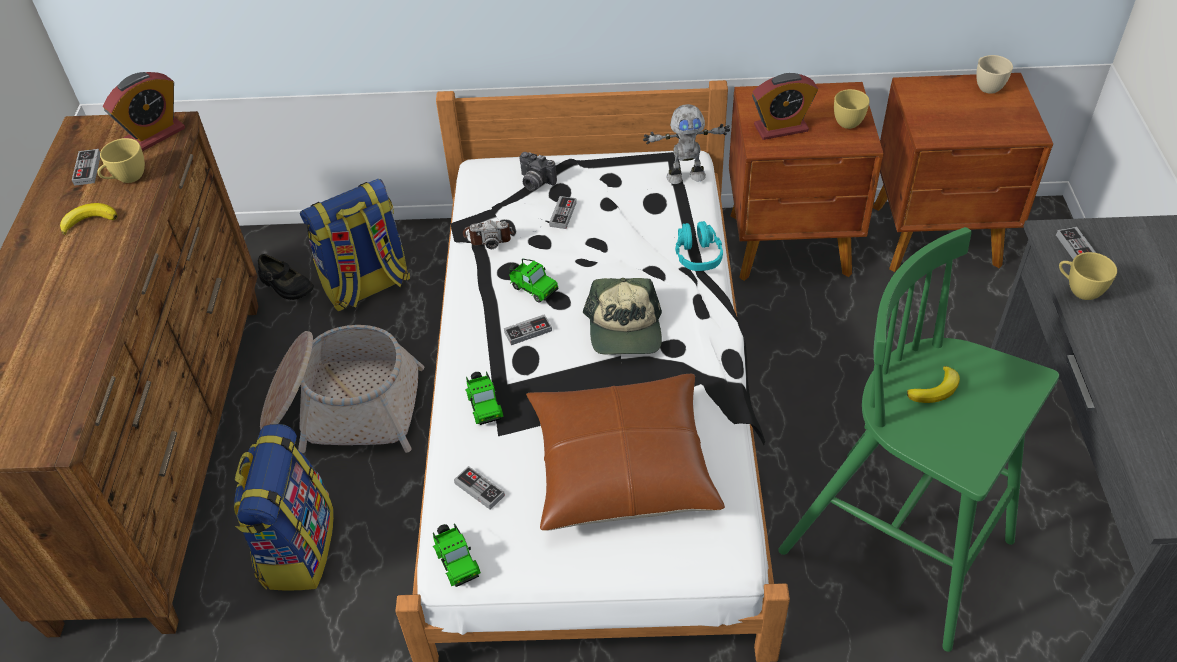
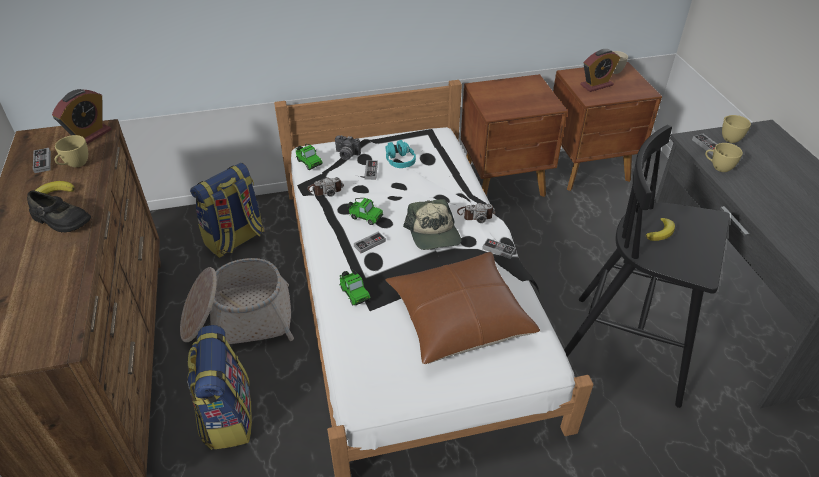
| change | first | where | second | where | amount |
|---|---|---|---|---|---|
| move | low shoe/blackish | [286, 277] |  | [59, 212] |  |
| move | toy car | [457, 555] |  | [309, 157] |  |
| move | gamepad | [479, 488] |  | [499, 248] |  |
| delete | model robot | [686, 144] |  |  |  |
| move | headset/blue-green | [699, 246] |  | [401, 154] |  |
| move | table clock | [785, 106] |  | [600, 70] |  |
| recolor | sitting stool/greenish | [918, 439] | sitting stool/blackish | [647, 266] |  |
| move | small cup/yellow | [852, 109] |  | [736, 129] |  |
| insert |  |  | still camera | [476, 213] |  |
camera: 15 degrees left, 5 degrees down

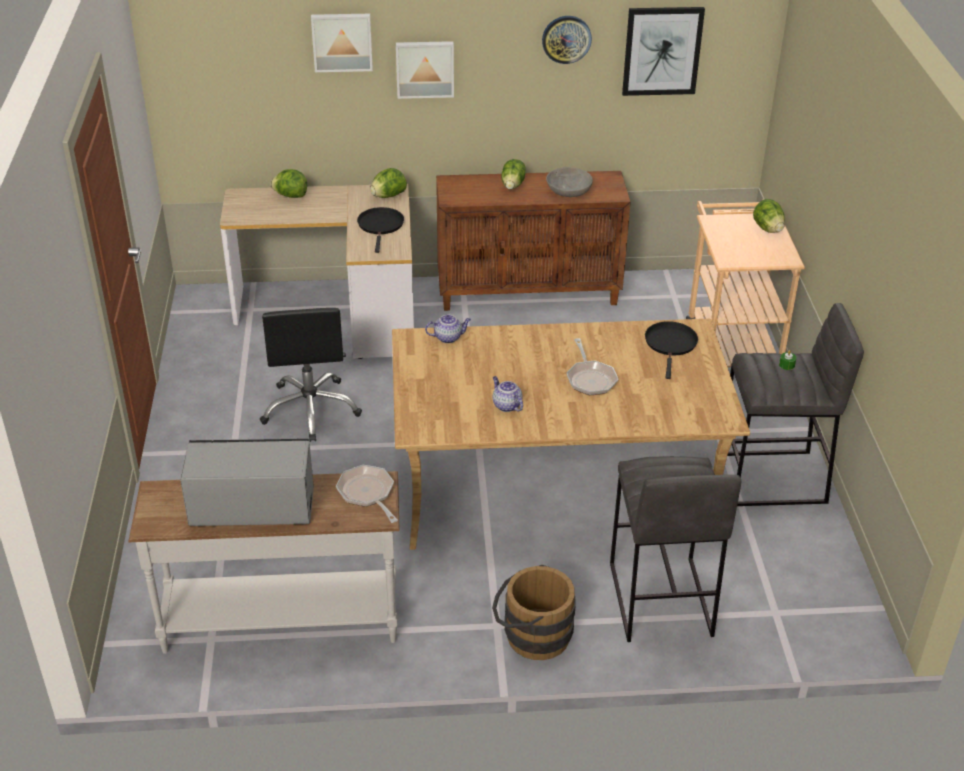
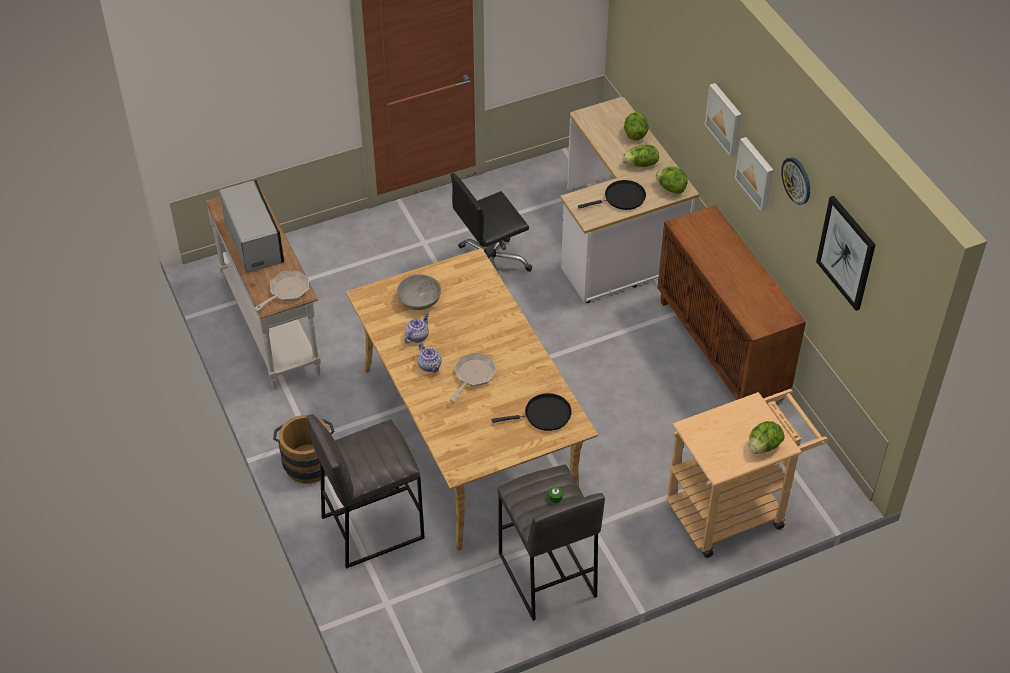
| change | first | where | second | where | amount |
|---|---|---|---|---|---|
| move | picture | [342, 43] |  | [754, 174] |  |
| move | pot for tea | [448, 329] |  | [430, 358] |  |
| move | lettuce | [513, 174] |  | [640, 156] |  |
| move | serving bowl/grey | [569, 182] |  | [419, 292] |  |
| rotate | pan | [592, 366] |  | [473, 377] | 150 degrees clockwise |
camera: 70 degrees right, 10 degrees up

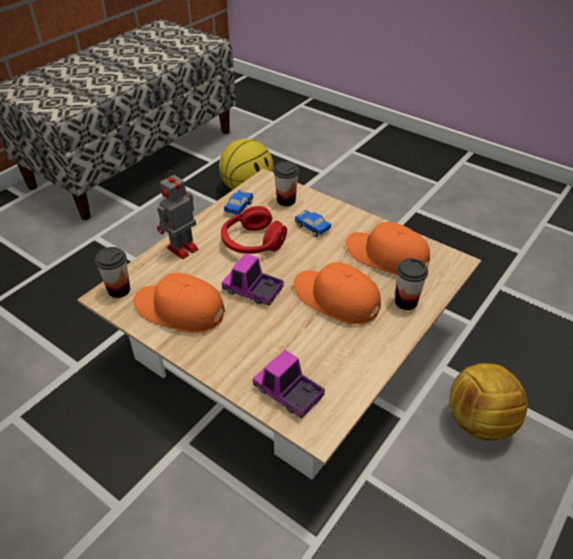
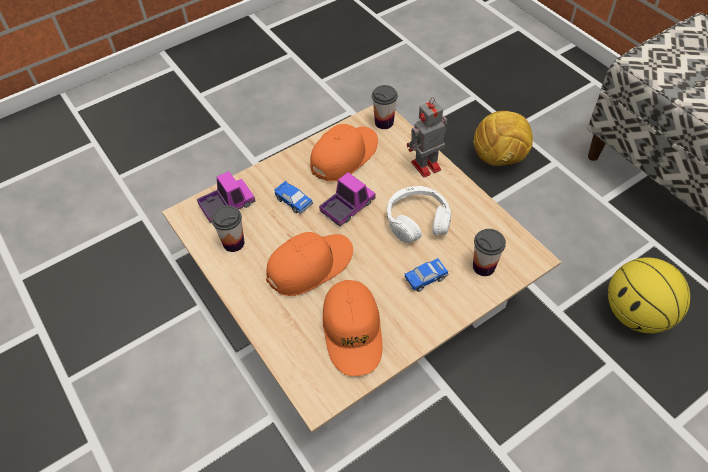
| change | first | where | second | where | amount |
|---|---|---|---|---|---|
| rotate | model robot | [178, 214] |  | [427, 137] | 90 degrees counterclockwise |
| recolor | headset/red | [254, 230] | headset/whitish | [419, 214] |  |
| move | toy car | [238, 202] |  | [293, 197] |  |
| rotate | peaked cap/orange | [388, 249] |  | [353, 328] | 120 degrees clockwise |
| move | small cup | [411, 284] |  | [227, 228] |  |
| move | football | [489, 402] |  | [503, 138] |  |
camera: 110 degrees right, 10 degrees up

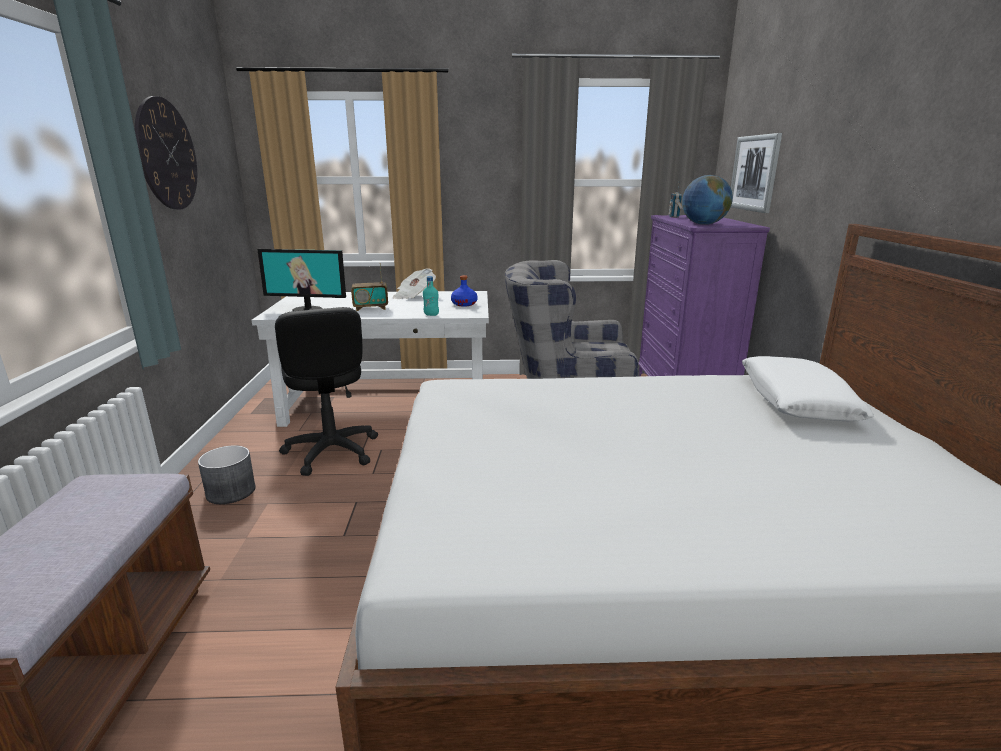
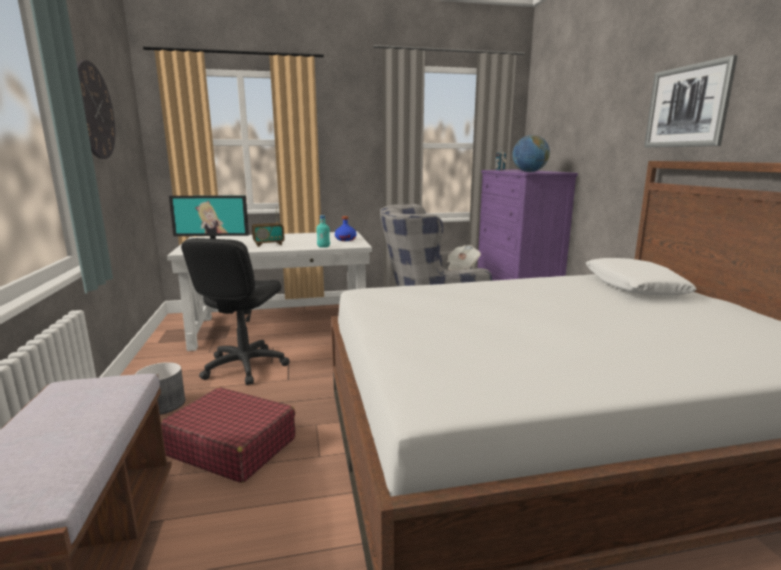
| change | first | where | second | where | amount |
|---|---|---|---|---|---|
| rotate | computer chair/blackish | [326, 391] |  | [235, 311] | 45 degrees clockwise |
| move | daily paper | [414, 283] |  | [464, 258] |  |
| move | picture | [756, 173] |  | [691, 101] |  |
| insert |  |  | travel case/red | [228, 435] |  |
camera: 10 degrees left, 5 degrees down

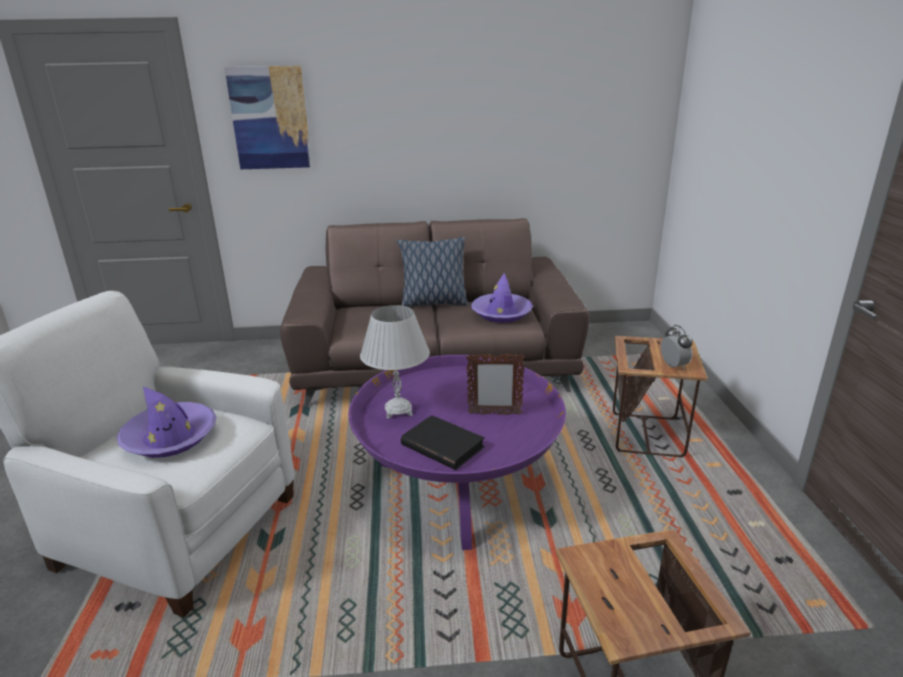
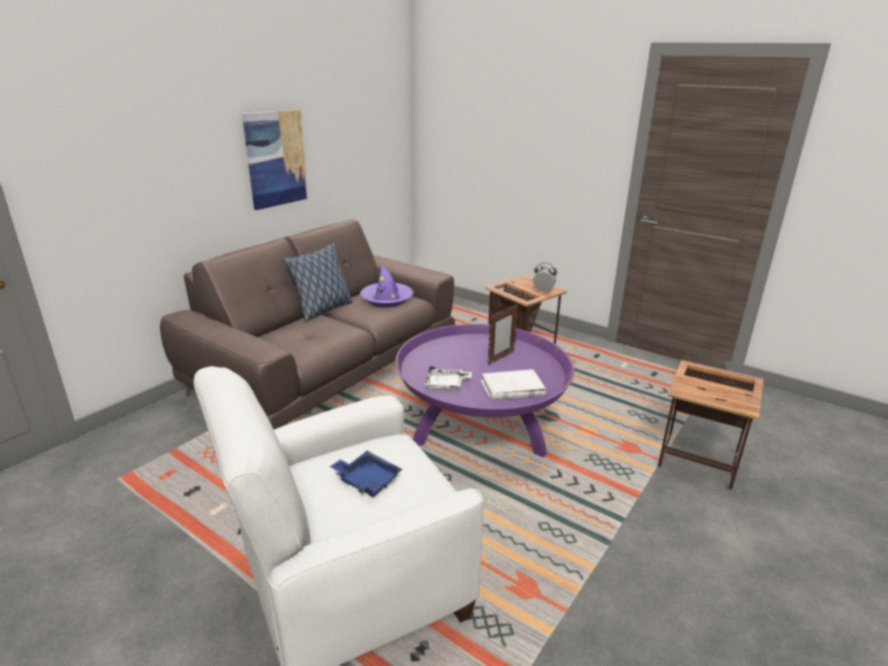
| change | first | where | second | where | amount |
|---|---|---|---|---|---|
| replace | hat/purple-coloured | [166, 422] | carrying tray/blue | [366, 474] |  |
| move | picture | [268, 117] |  | [275, 159] |  |
| replace | table lamp/whitish | [395, 361] | carrying tray/whitish | [448, 378] |  |
| recolor | book/blackish | [443, 442] | book/whitish | [513, 384] |  |
camera: 50 degrees left, 0 degrees up

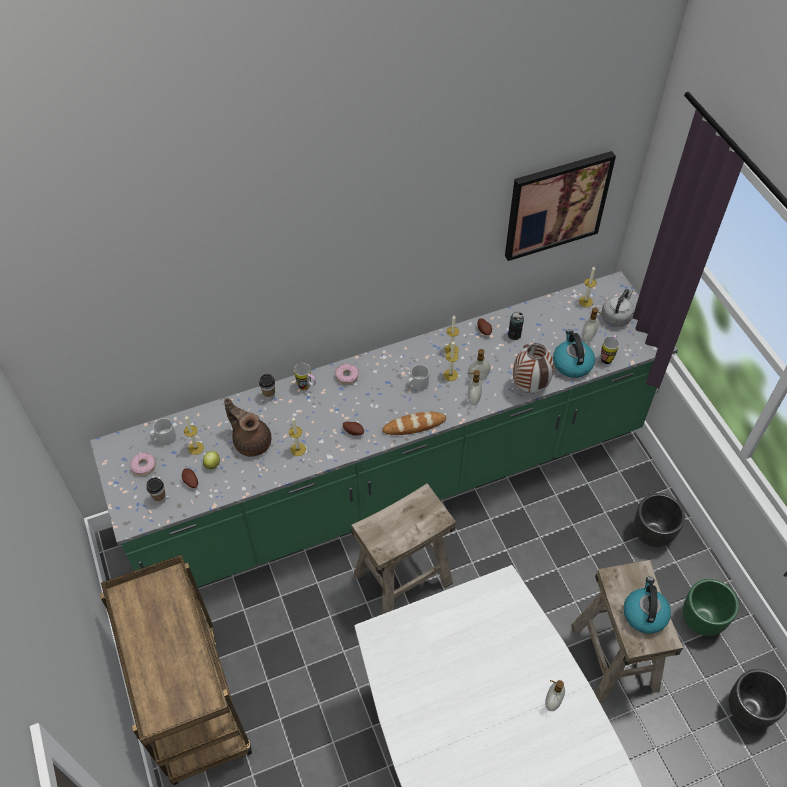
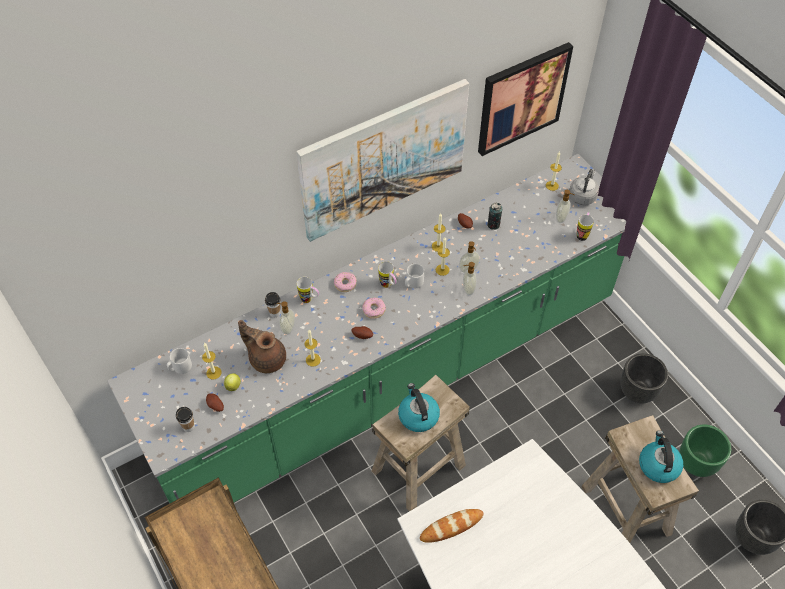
| change | first | where | second | where | amount |
|---|---|---|---|---|---|
| move | doughnut | [143, 464] |  | [374, 308] |  |
| move | bakery bread | [414, 423] |  | [452, 526] |  |
| delete | vase | [533, 368] |  |  |  |
| move | soap dispenser | [555, 695] |  | [285, 317] |  |
| move | tea kettle | [574, 353] |  | [419, 407] |  |
| insert |  |  | picture | [382, 160] |  |
| insert |  |  | coffee mug | [387, 274] |  |
camera: 10 degrees left, 0 degrees up

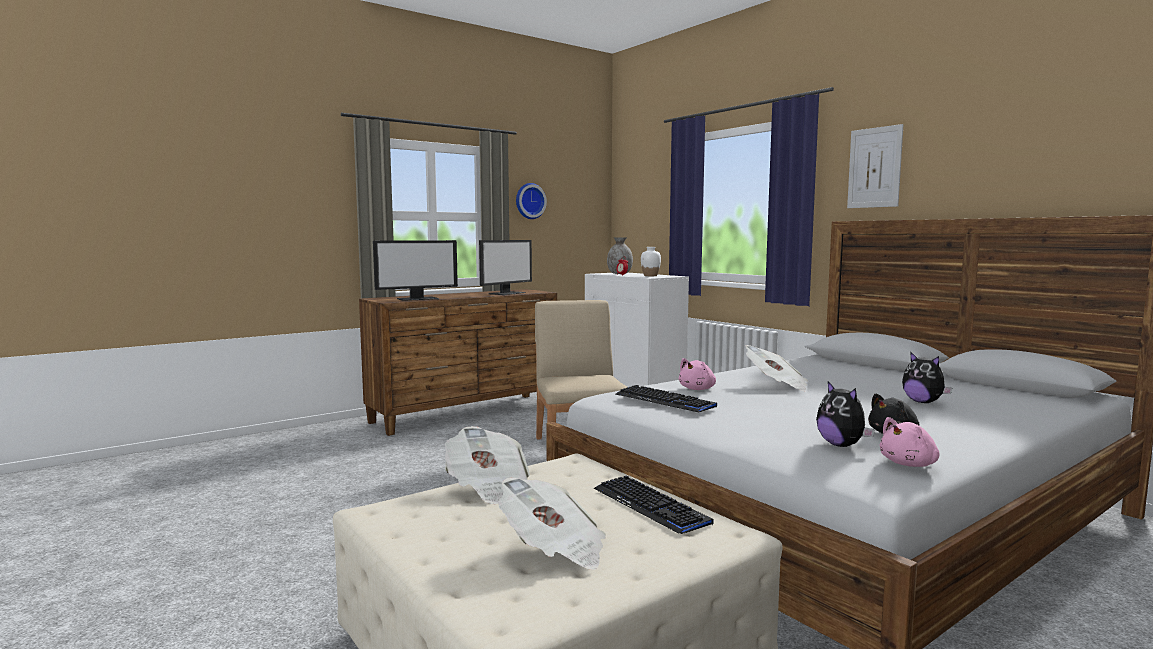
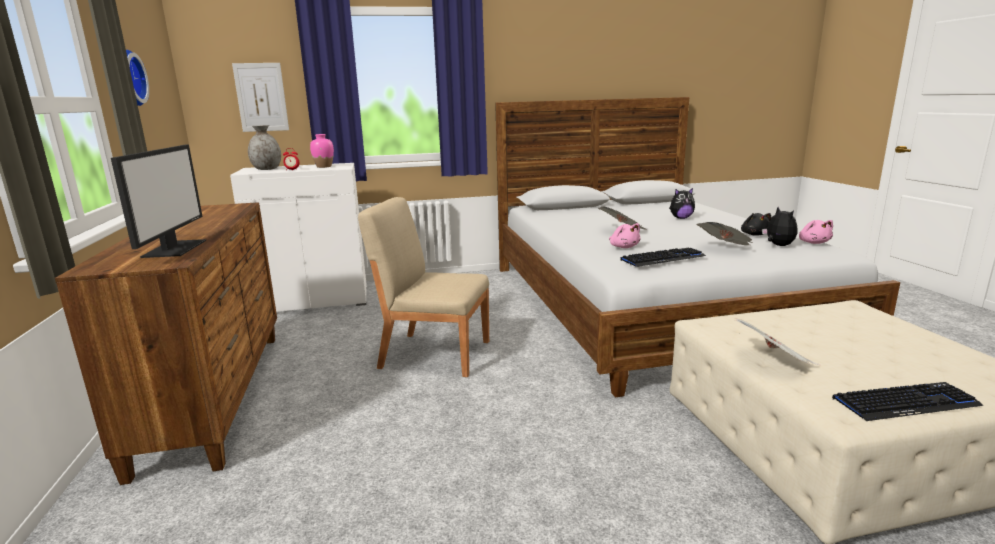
| change | first | where | second | where | amount |
|---|---|---|---|---|---|
| delete | monitor | [505, 267] |  |  |  |
| move | daily paper | [552, 523] |  | [725, 233] |  |
| move | keyboard | [654, 504] |  | [908, 401] |  |
| recolor | vase/whitish | [651, 261] | vase/pink-coloured | [322, 151] |  |
| rotate | plush toy | [845, 414] |  | [779, 226] | 105 degrees counterclockwise |
| move | picture | [875, 166] |  | [260, 97] |  |
camera: 65 degrees left, 10 degrees up

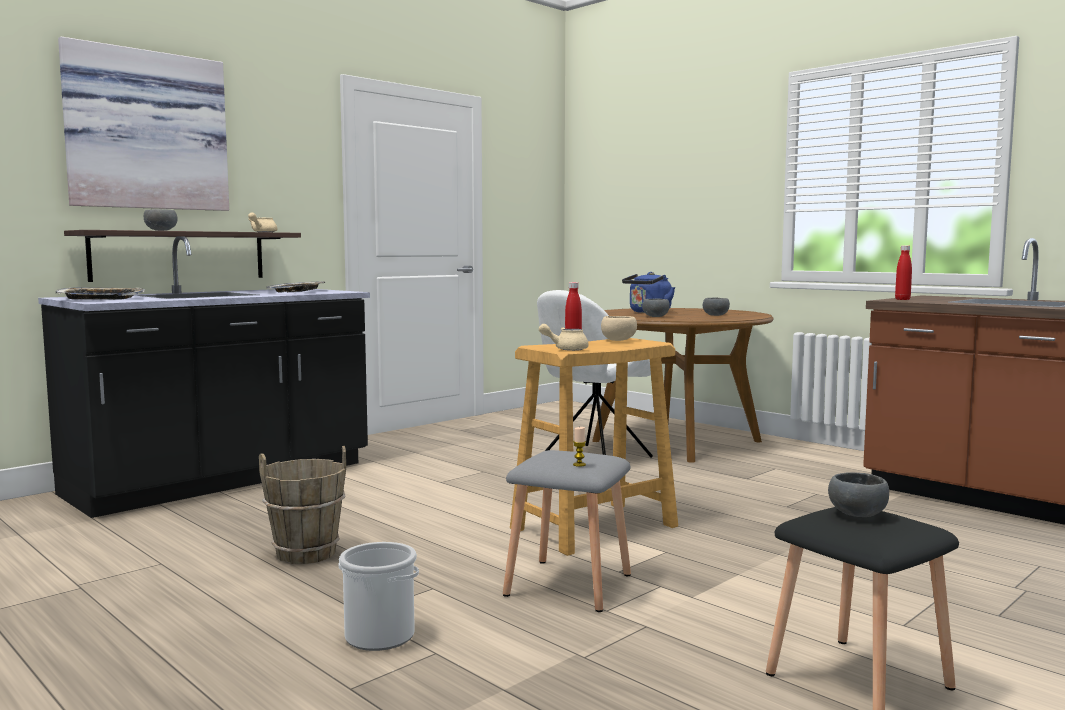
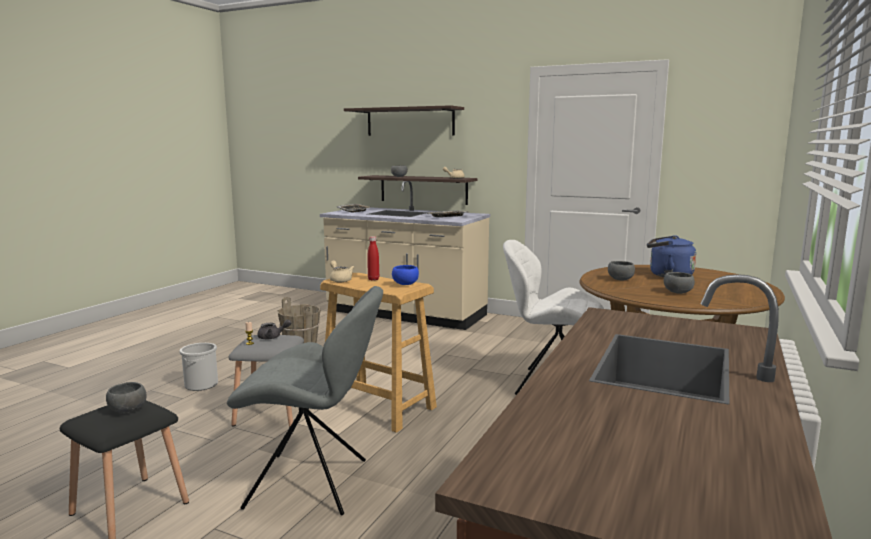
| change | first | where | second | where | amount |
|---|---|---|---|---|---|
| recolor | kitchen counter/blackish | [204, 377] | kitchen counter/beige-coloured | [405, 255] |  |
| replace | picture | [143, 124] | shelf | [404, 120] |  |
| recolor | serving bowl/beige-coloured | [619, 328] | serving bowl/blue | [405, 275] |  |
| delete | bottle/red | [903, 272] |  |  |  |
| insert |  |  | plain chair/grey | [305, 400] |  |
| insert |  |  | pot for tea/grey | [274, 329] |  |
camera: 70 degrees right, 5 degrees up

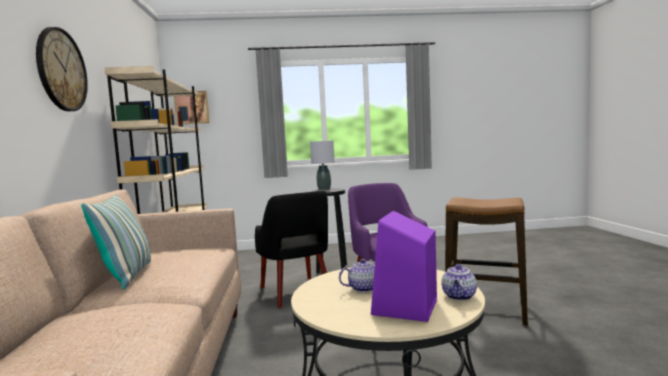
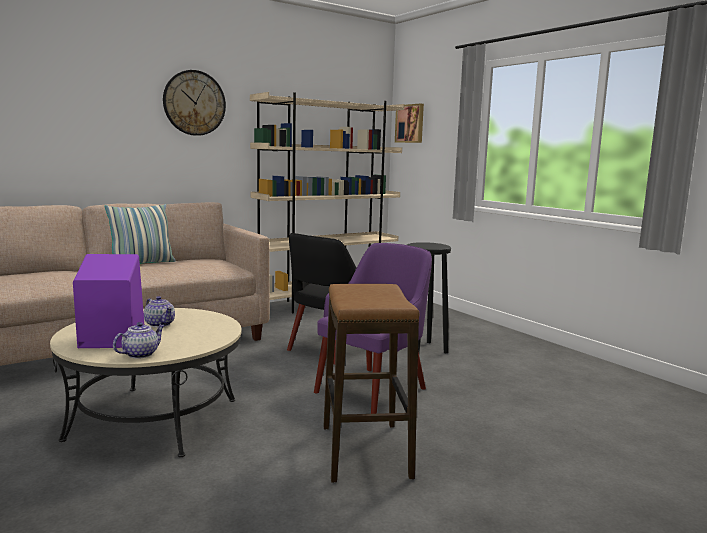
| change | first | where | second | where | amount |
|---|---|---|---|---|---|
| delete | table lamp/grey | [322, 165] |  |  |  |
| rotate | pot for tea | [459, 282] |  | [139, 340] | 135 degrees clockwise |
camera: 60 degrees right, 5 degrees up

